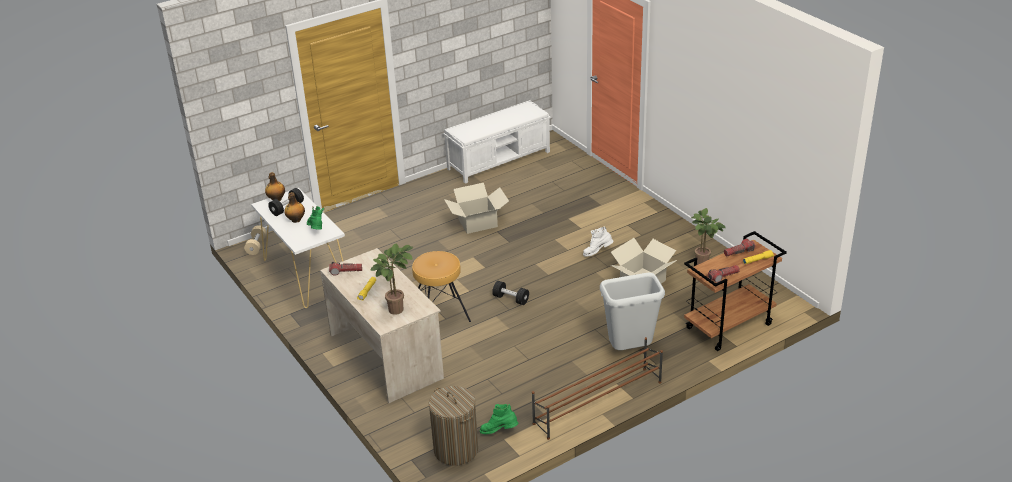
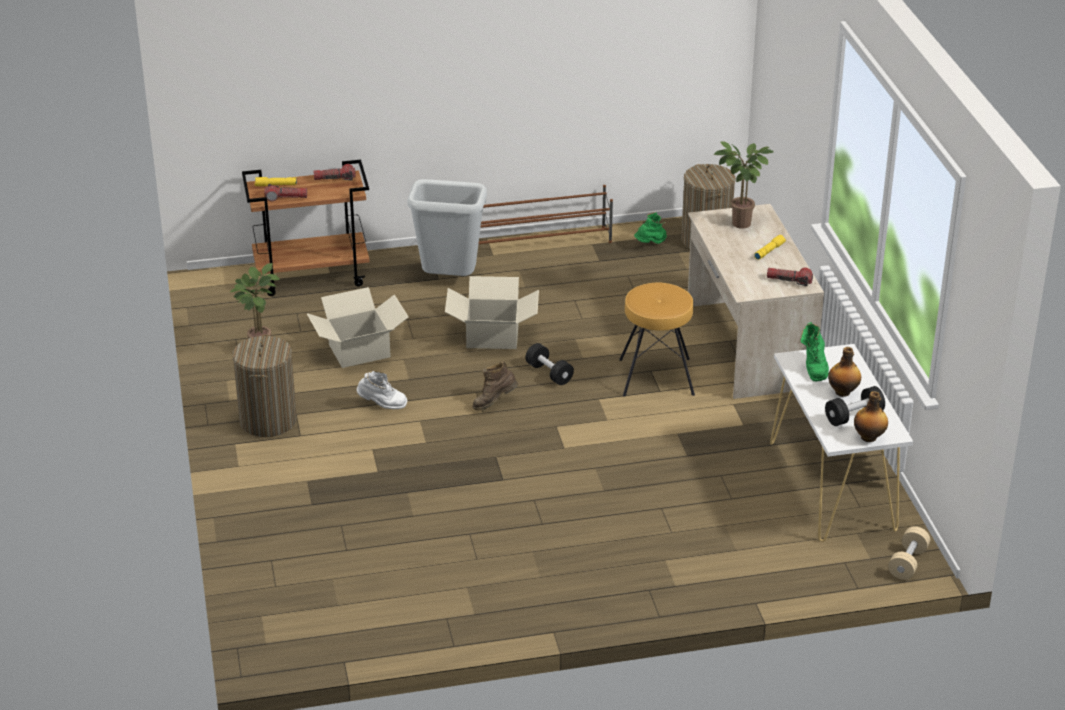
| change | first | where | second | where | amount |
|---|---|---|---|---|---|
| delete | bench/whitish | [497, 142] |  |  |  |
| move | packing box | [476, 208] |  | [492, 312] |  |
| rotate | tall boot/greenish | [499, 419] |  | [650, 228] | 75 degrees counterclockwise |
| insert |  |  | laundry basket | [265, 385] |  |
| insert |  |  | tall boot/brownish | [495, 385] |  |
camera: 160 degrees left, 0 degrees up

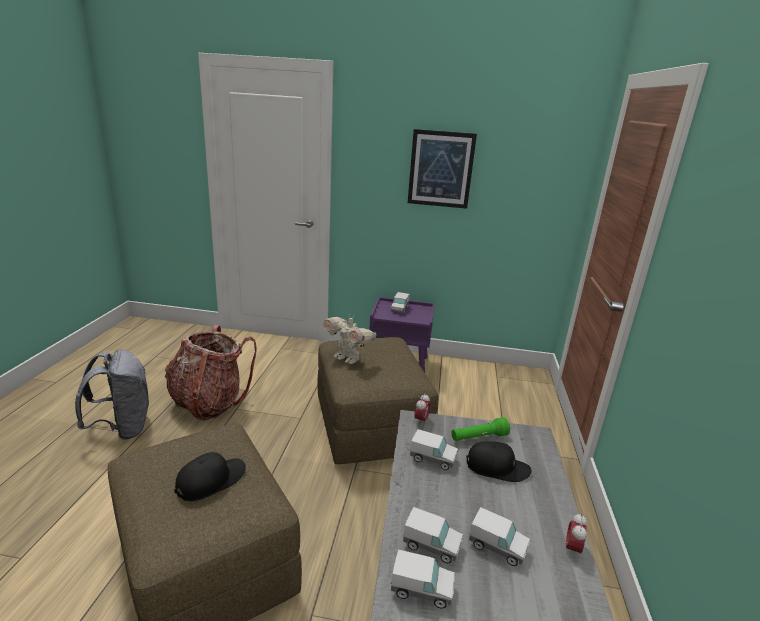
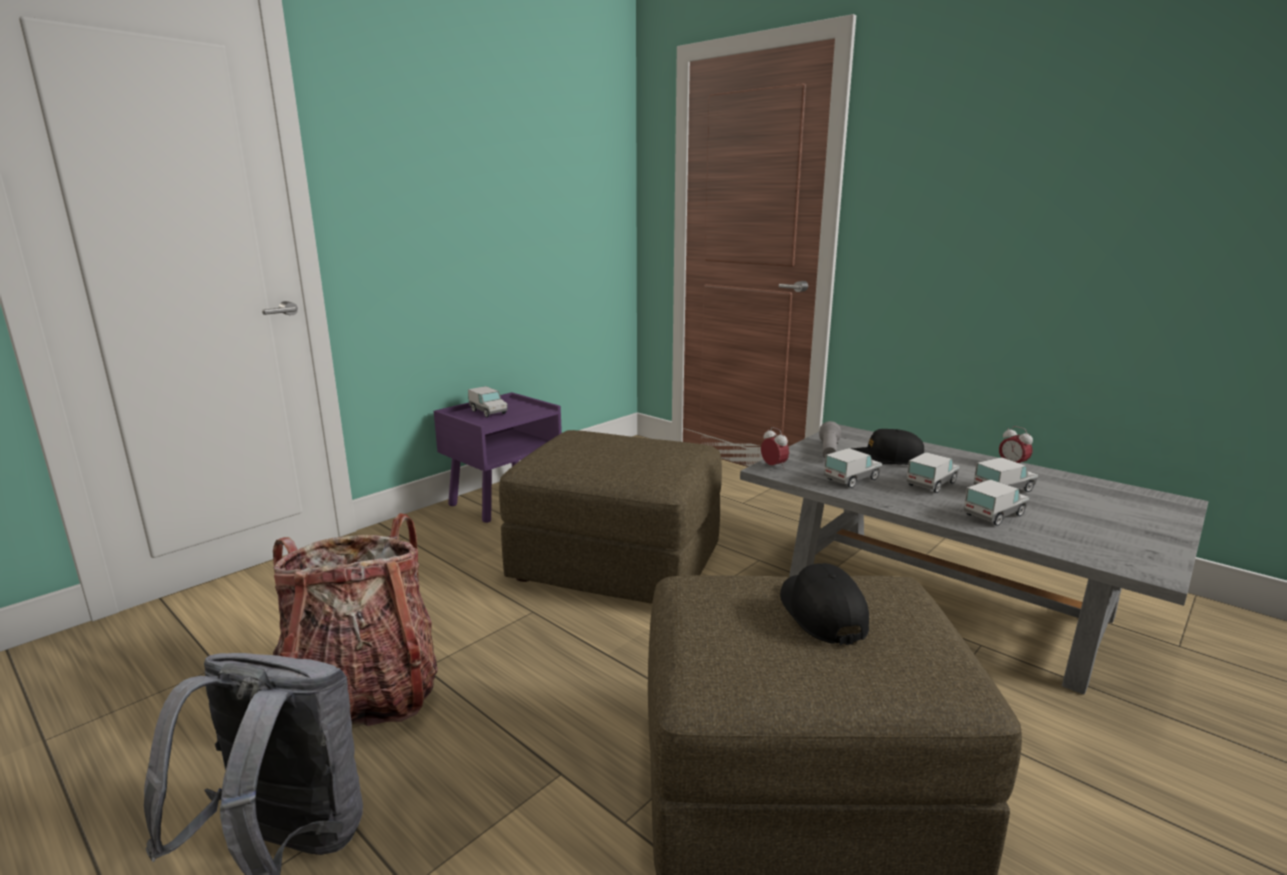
| change | first | where | second | where | amount |
|---|---|---|---|---|---|
| delete | model robot | [349, 339] |  |  |  |
| move | toy truck | [423, 579] |  | [933, 472] |  |
| delete | picture | [442, 169] |  |  |  |
| recolor | torch/greenish | [480, 429] | torch/grey | [830, 439] |  |
| rotate | peaked cap/blackish | [498, 461] |  | [887, 447] | 120 degrees counterclockwise |
camera: 55 degrees left, 5 degrees down

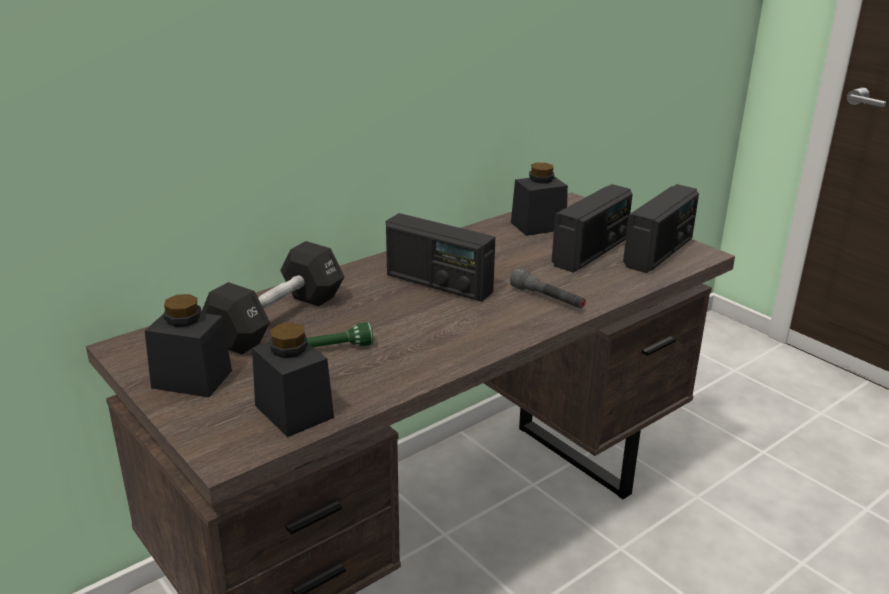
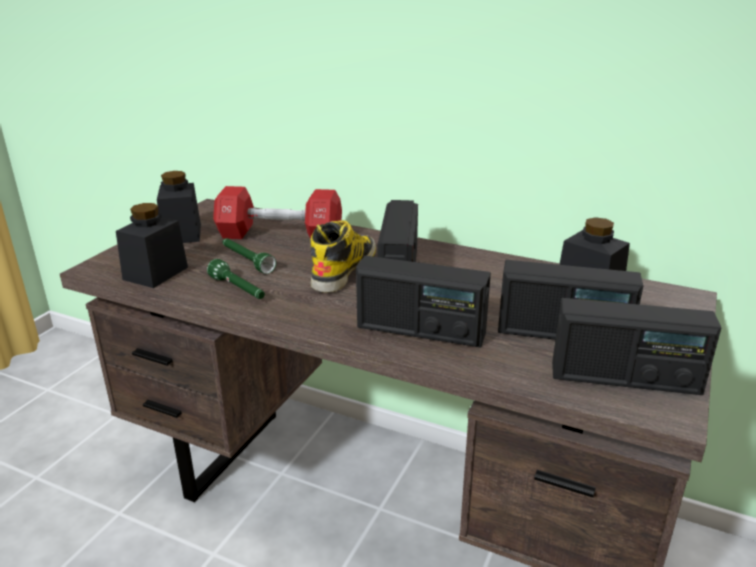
| change | first | where | second | where | amount |
|---|---|---|---|---|---|
| recolor | hand weight/blackish | [272, 298] | hand weight/red | [277, 212] |  |
| replace | torch/grey | [548, 288] | radio | [423, 301] |  |
| insert |  |  | torch/greenish | [236, 279] |  |
| insert |  |  | tall boot | [343, 256] |  |
camera: 65 degrees right, 0 degrees up

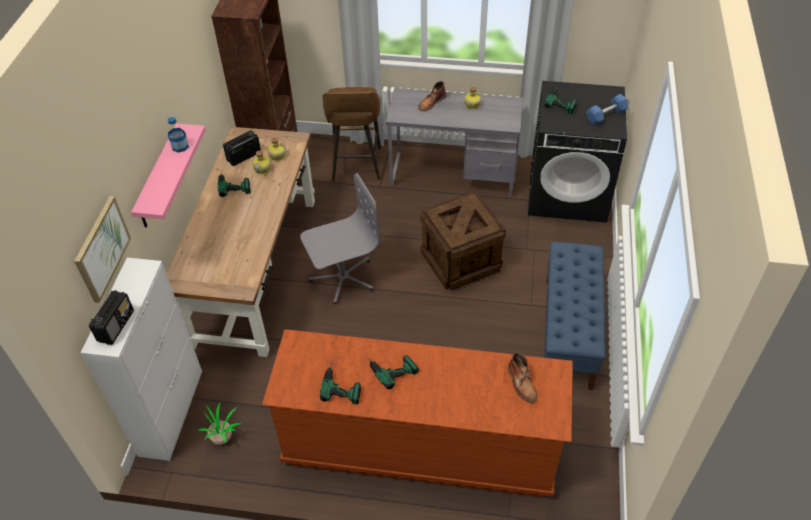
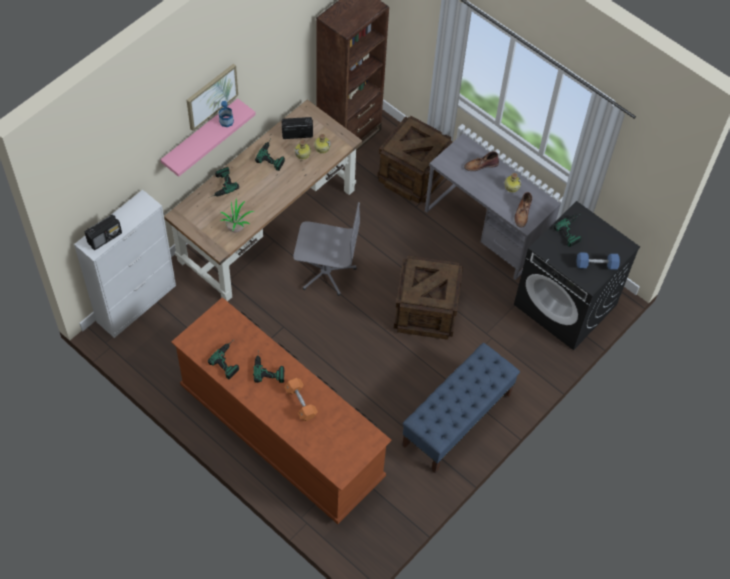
| change | first | where | second | where | amount |
|---|---|---|---|---|---|
| move | picture | [102, 249] |  | [212, 97] |  |
| move | plant in a pot | [220, 424] |  | [237, 215] |  |
| replace | sitting stool/brownish | [352, 134] | shipping crate | [415, 160] |  |
| move | tall boot/brownish | [523, 377] |  | [523, 209] |  |
| insert |  |  | drill | [225, 182] |  |
| insert |  |  | hand weight/orange | [301, 399] |  |
camera: 30 degrees right, 10 degrees up

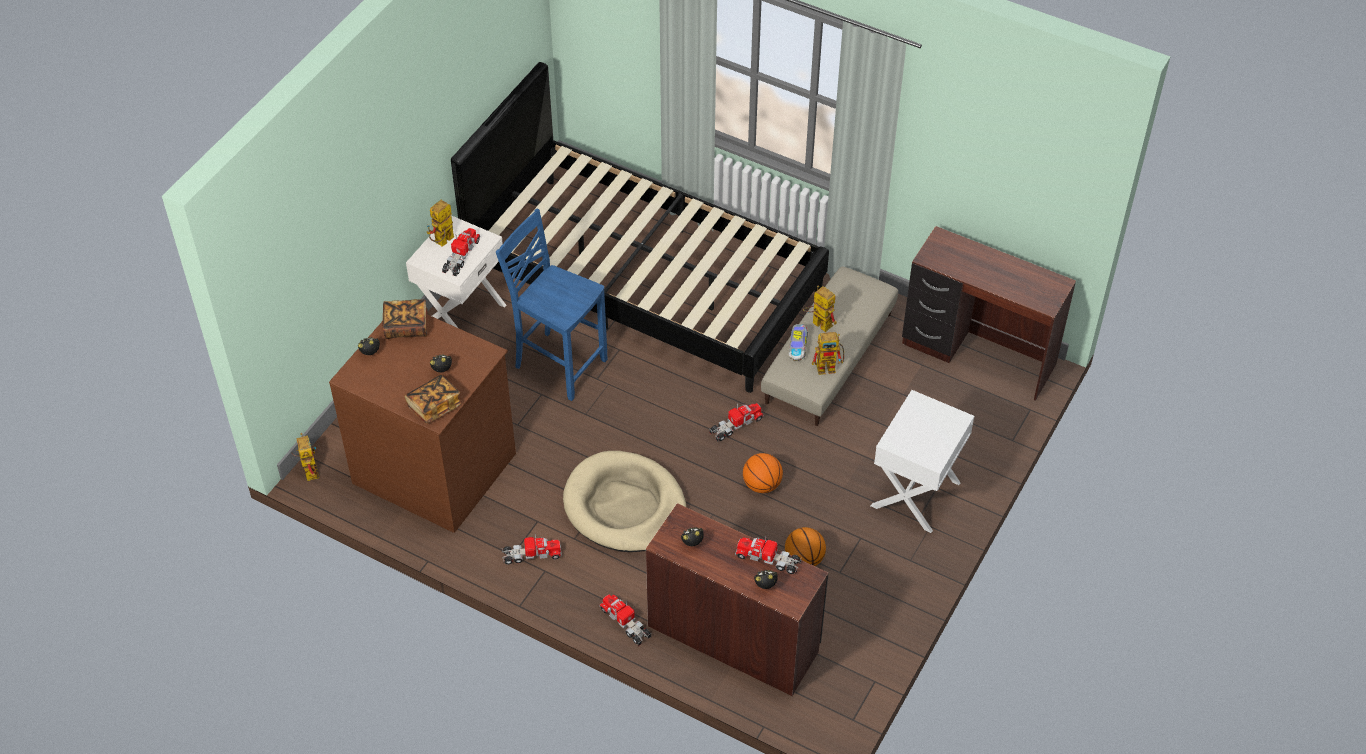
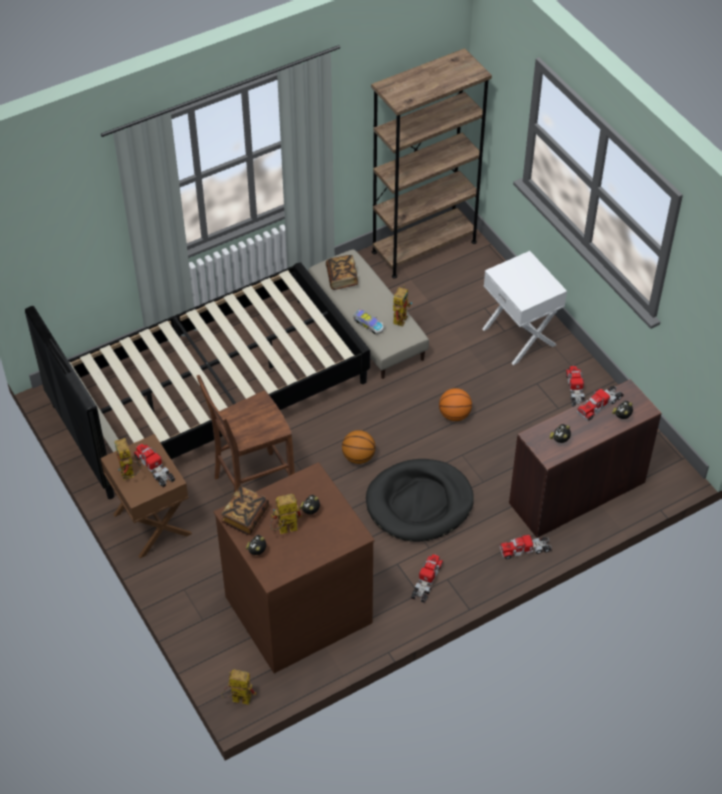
| change | first | where | second | where | amount |
|---|---|---|---|---|---|
| move | book | [433, 399] |  | [342, 272] |  |
| recolor | bedside table/whitish | [456, 271] | bedside table/brownish | [146, 496] |  |
| recolor | plain chair/blue | [552, 305] | plain chair/brownish | [246, 434] |  |
| recolor | dog cushion/beige-coloured | [624, 501] | dog cushion/blackish | [420, 500] |  |
| move | toy truck | [736, 422] |  | [576, 386] |  |
| move | basketball | [805, 546] |  | [359, 447] |  |
| move | model robot | [820, 308] |  | [286, 514] |  |
| replace | desk unit/brownish | [989, 313] | bookshelf/brownish | [431, 163] |  |
camera: 60 degrees left, 0 degrees up

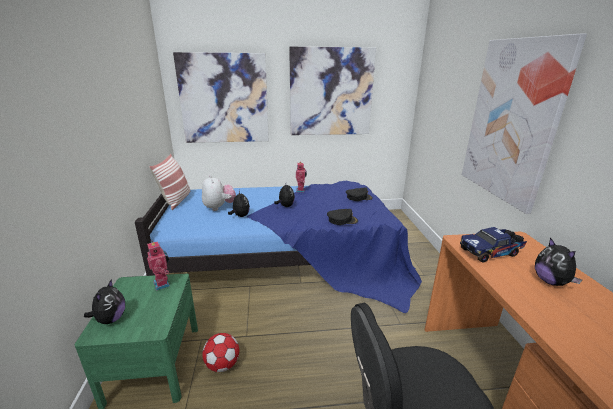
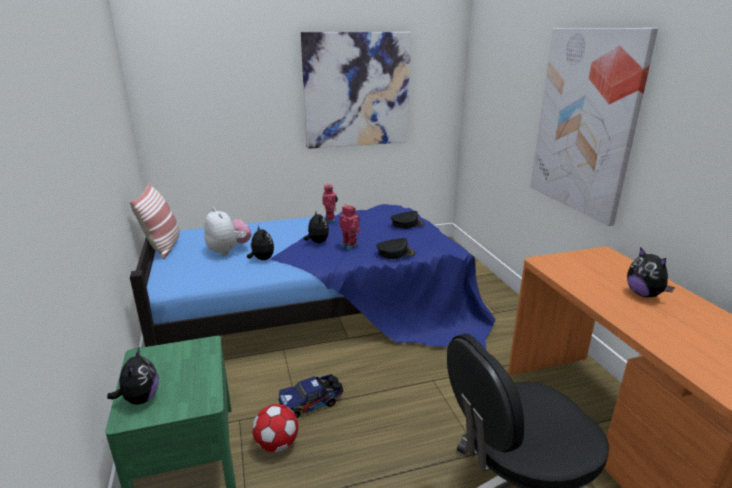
| change | first | where | second | where | amount |
|---|---|---|---|---|---|
| move | model robot | [158, 266] |  | [350, 227] |  |
| delete | picture | [221, 97] |  |  |  |
| move | toy truck | [493, 245] |  | [311, 396] |  |
camera: 10 degrees left, 0 degrees up

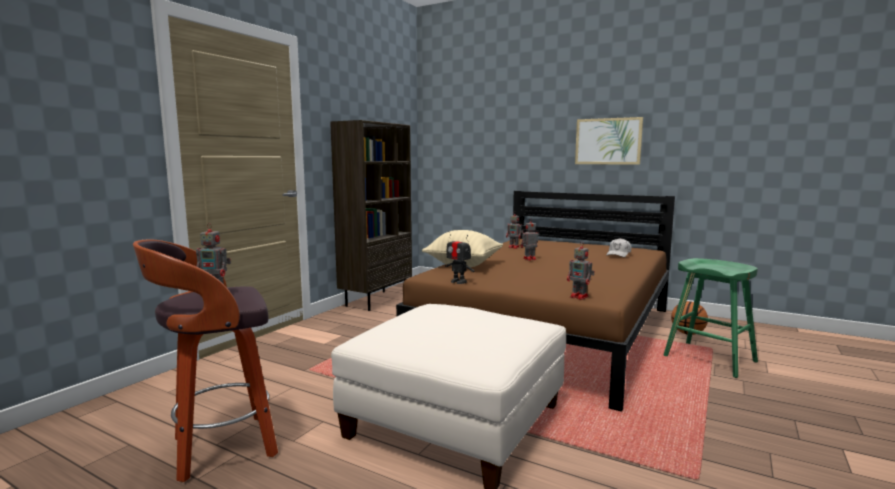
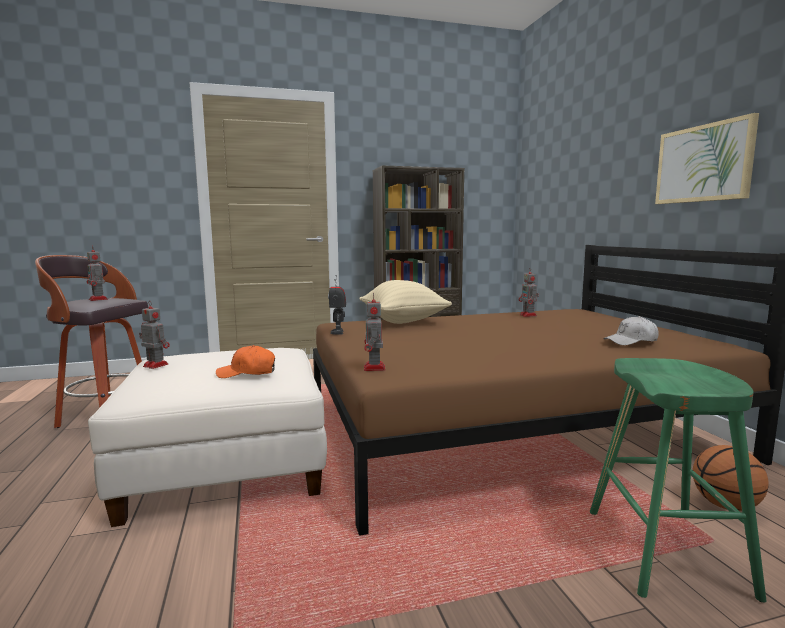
| change | first | where | second | where | amount |
|---|---|---|---|---|---|
| move | model robot | [529, 239] |  | [154, 334] |  |
| insert |  |  | peaked cap/orange | [245, 361] |  |
camera: 45 degrees right, 0 degrees up

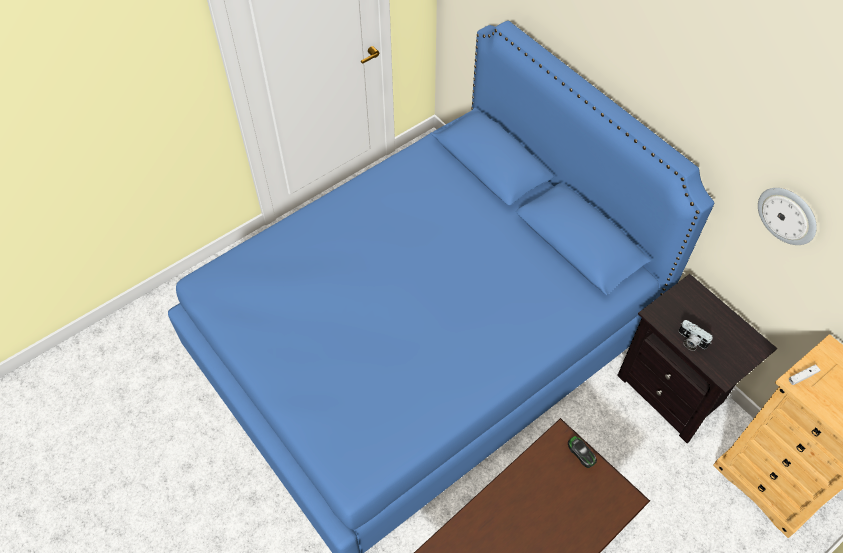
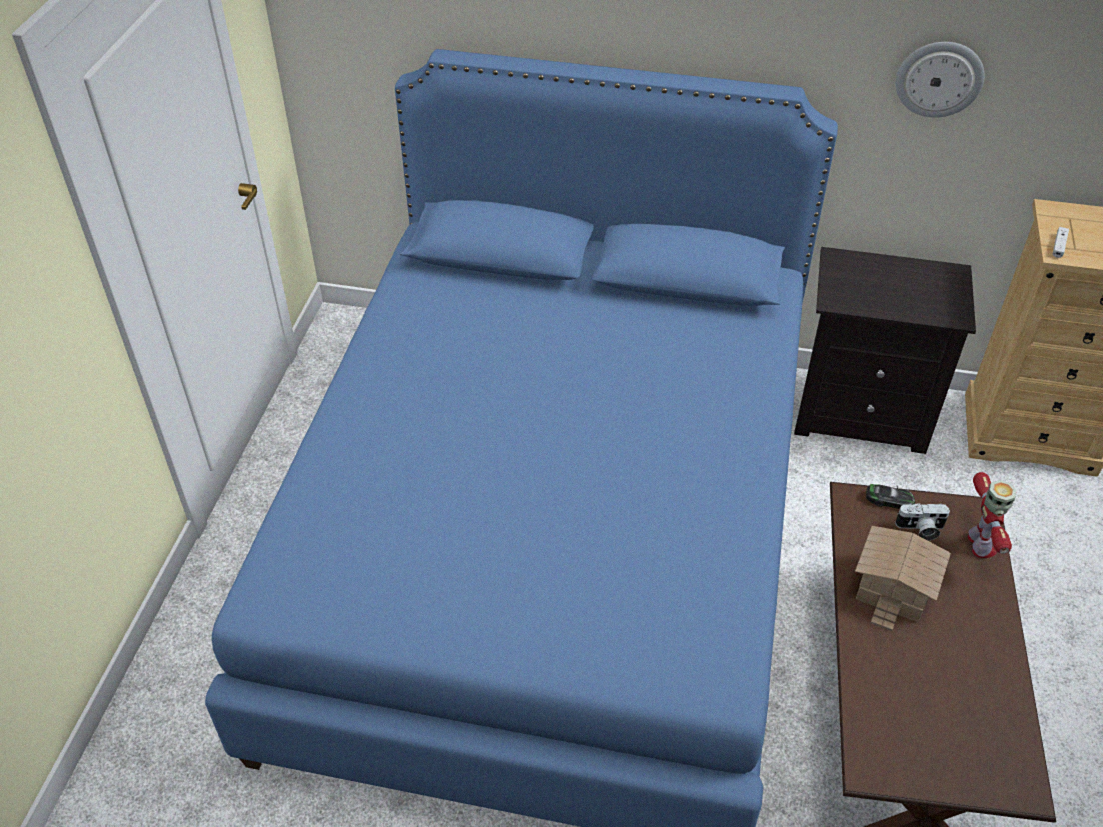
| change | first | where | second | where | amount |
|---|---|---|---|---|---|
| move | still camera | [696, 335] |  | [922, 522] |  |
| insert |  |  | toy house | [903, 578] |  |
| insert |  |  | model robot | [992, 515] |  |
camera: 40 degrees left, 10 degrees down

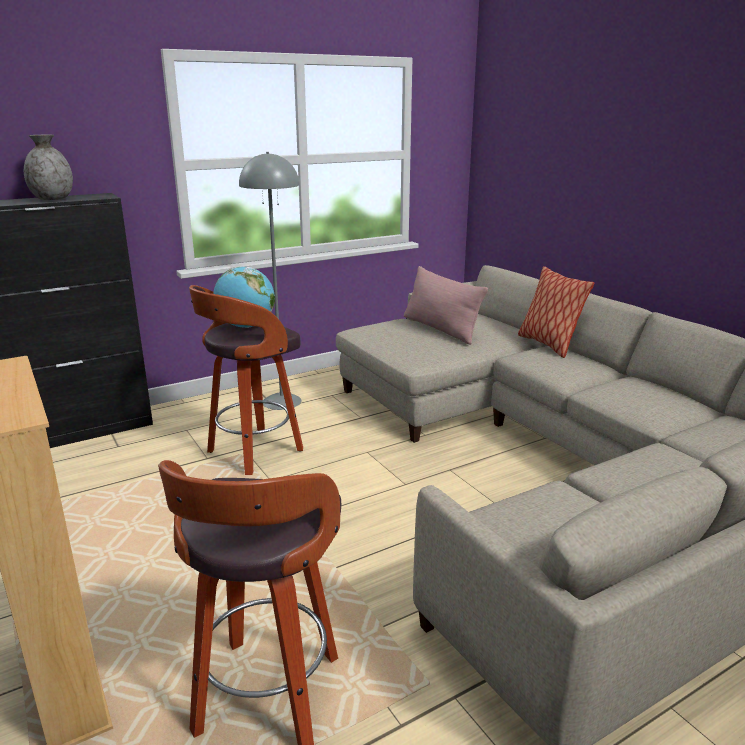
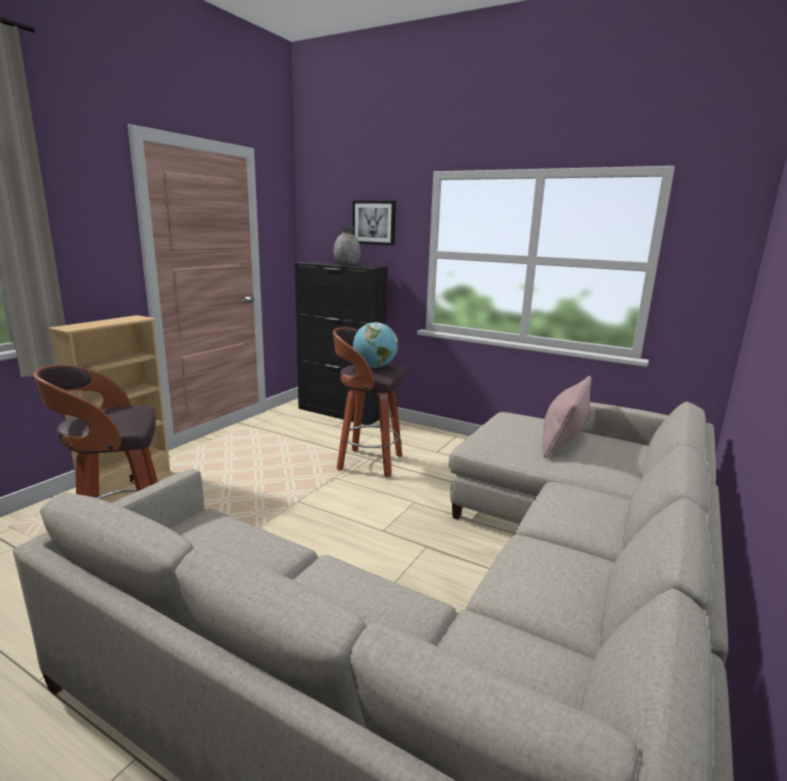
| change | first | where | second | where | amount |
|---|---|---|---|---|---|
| delete | floor lamp/grey | [270, 281] |  |  |  |
| delete | pillow | [556, 312] |  |  |  |
| insert |  |  | picture | [374, 223] |  |
camera: 60 degrees right, 5 degrees down

